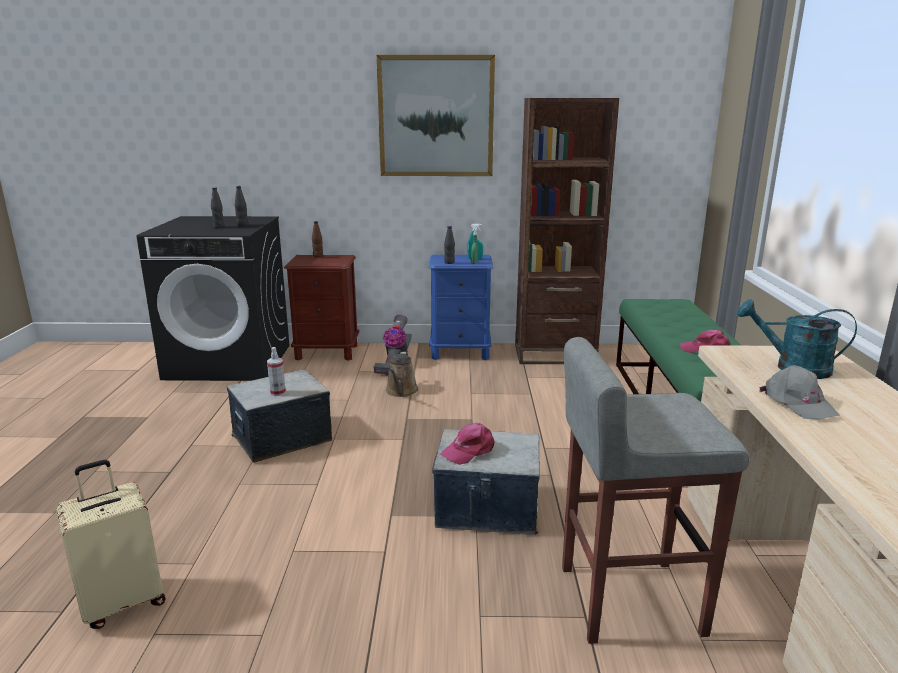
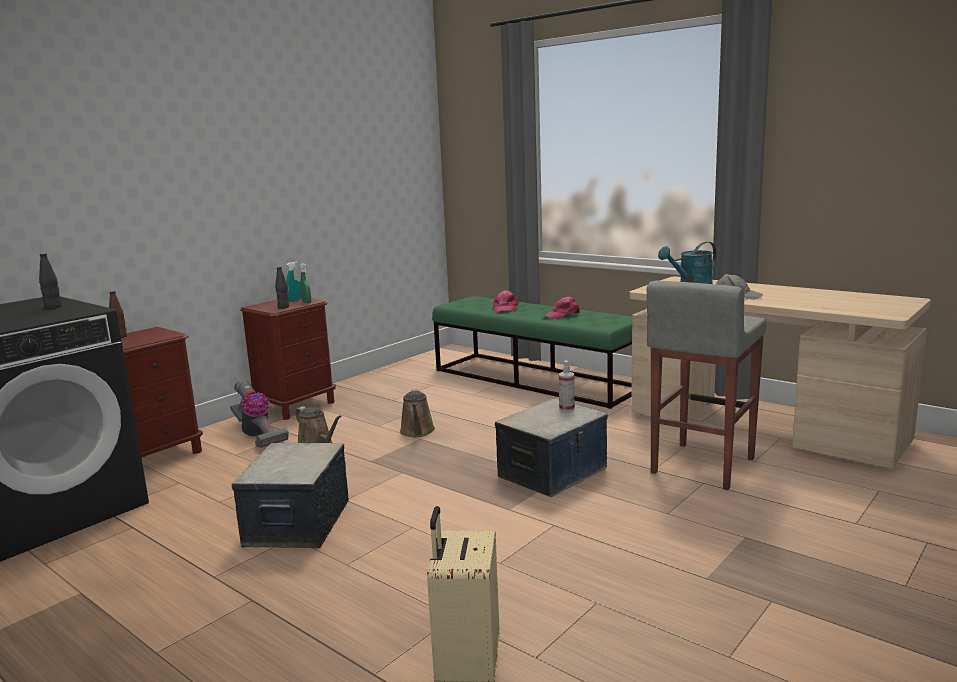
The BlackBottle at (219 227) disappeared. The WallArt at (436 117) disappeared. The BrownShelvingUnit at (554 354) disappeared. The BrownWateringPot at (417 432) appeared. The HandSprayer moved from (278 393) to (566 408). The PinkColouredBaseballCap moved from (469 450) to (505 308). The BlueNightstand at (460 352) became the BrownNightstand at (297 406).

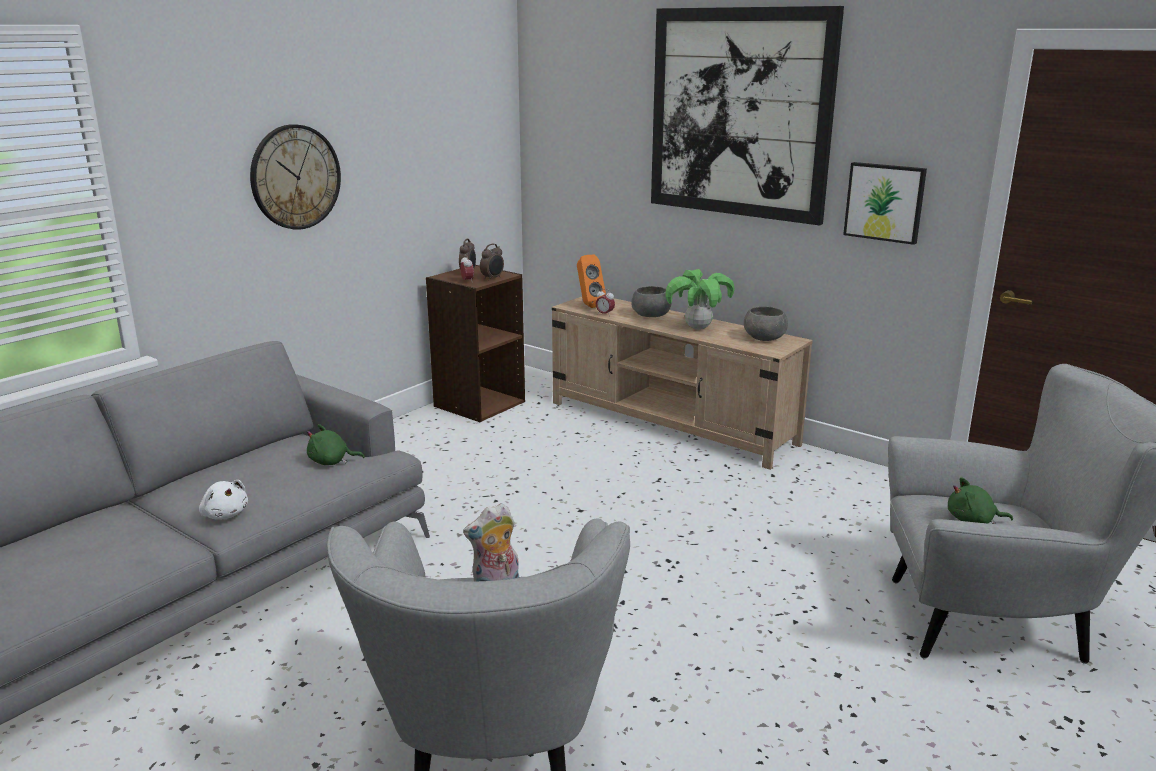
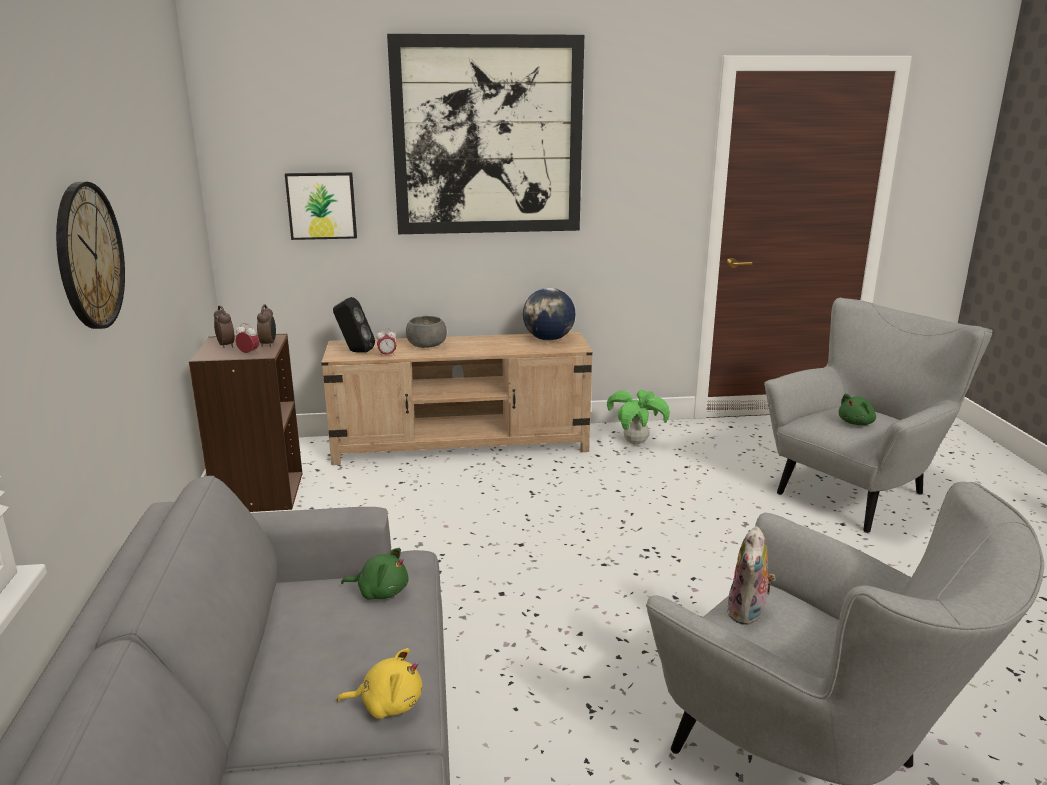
The Houseplant moved from (697 328) to (635 442). The WallArt moved from (885 202) to (322 205). The GrayBowl at (764 338) was replaced by the WorldGlobe at (549 339). The WhiteColouredPlushToy at (225 514) became the YellowColouredPlushToy at (387 704). The OrangeColouredLoudspeaker at (588 305) became the BlackLoudspeaker at (354 351). The GreenColouredPlushToy at (331 462) turned 120 degrees counterclockwise.

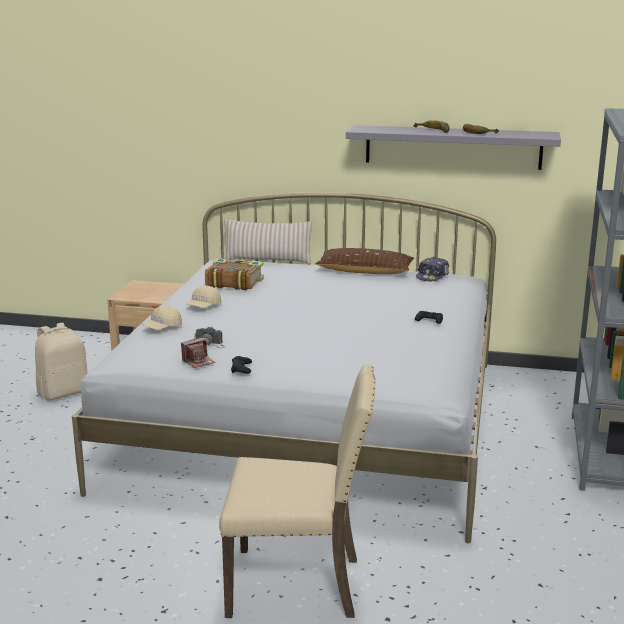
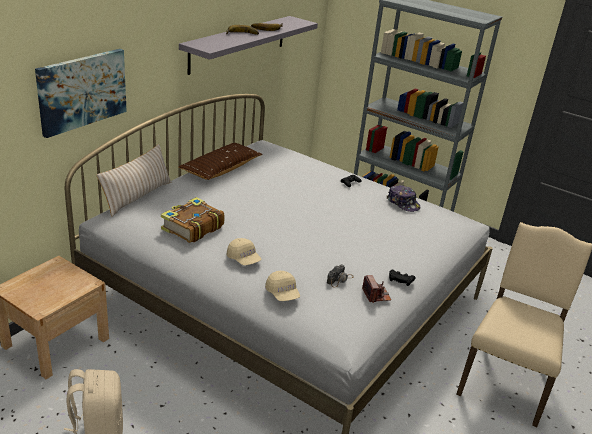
The WallArt at (82 91) appeared. The BaseballCap moved from (432 276) to (403 203).

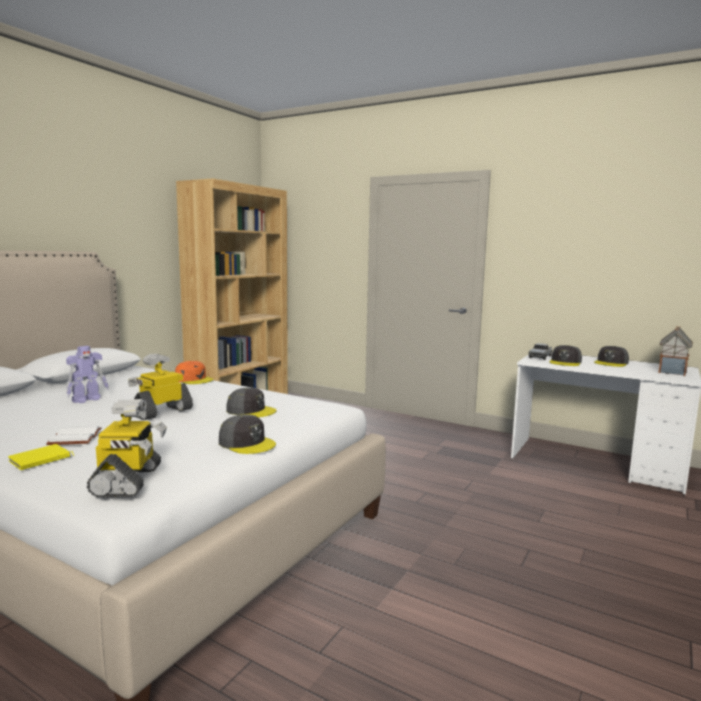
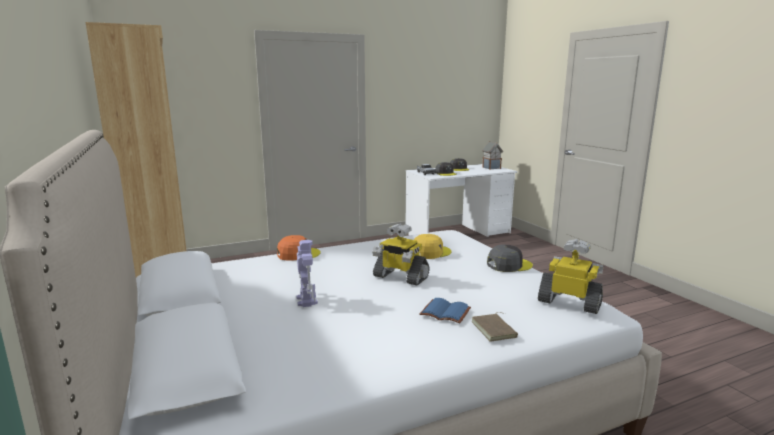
The YellowColouredBook at (40 460) became the BrownBook at (495 329). The WhiteColouredBook at (74 437) became the BlueBook at (444 313). The GrayBaseballCap at (251 410) became the YellowColouredBaseballCap at (430 252). The ToyRobot at (161 412) turned 45 degrees counterclockwise.

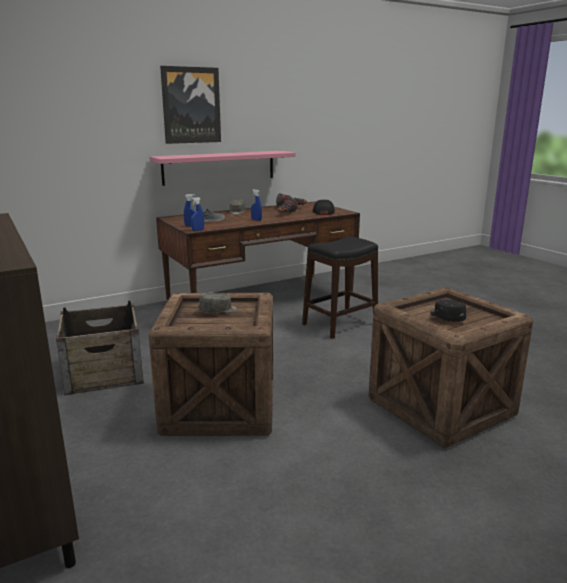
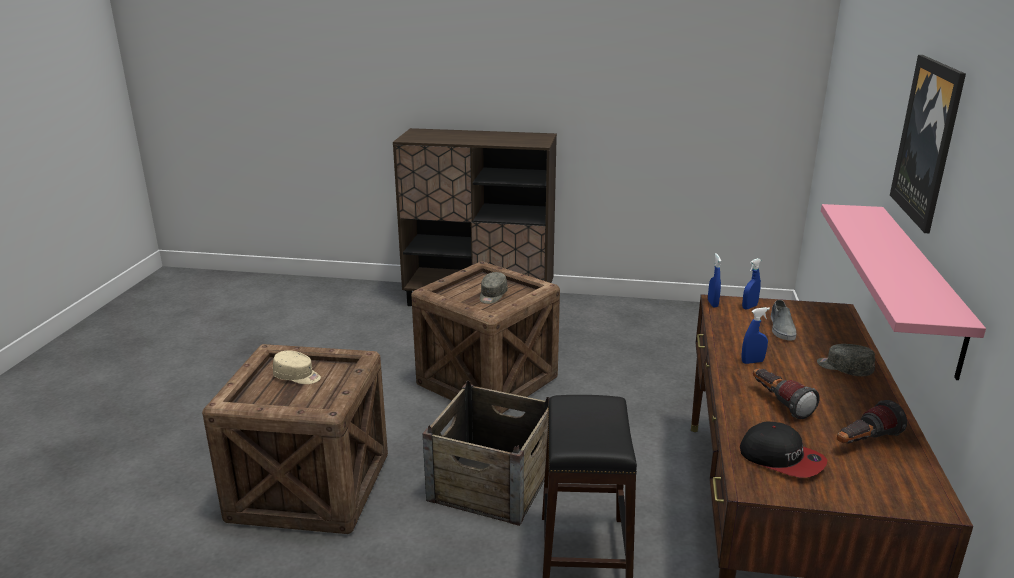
The PackingCrate moved from (104 372) to (492 482). The BlackBaseballCap at (446 318) became the BeigeColouredBaseballCap at (297 377).

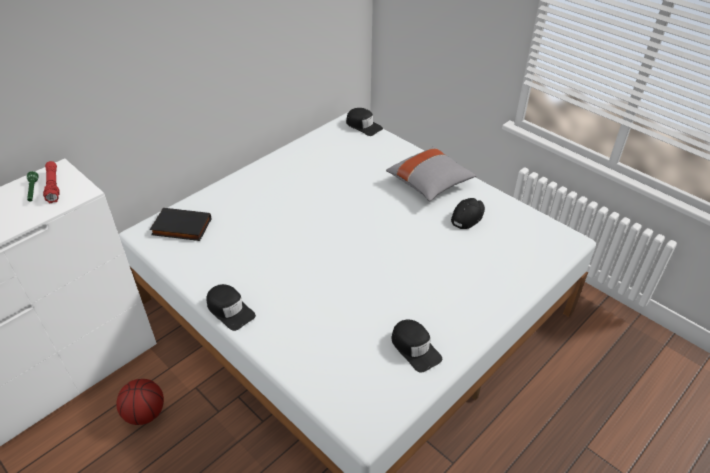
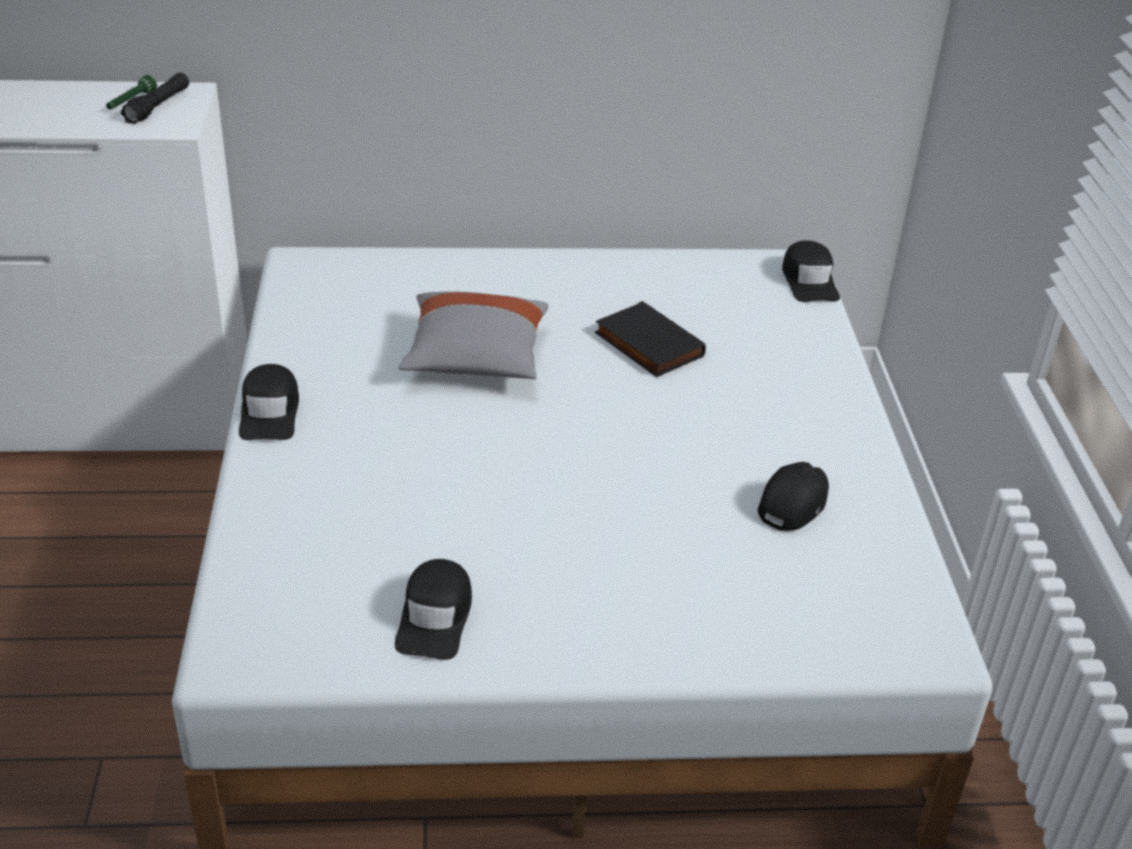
The Basketball at (145 413) disappeared. The BlackBook moved from (181 227) to (646 345). The GrayCushion moved from (430 183) to (475 359). The ReddishFlashlight at (53 186) became the BlackFlashlight at (158 106). The BlackBaseballCap at (467 216) turned 45 degrees counterclockwise.

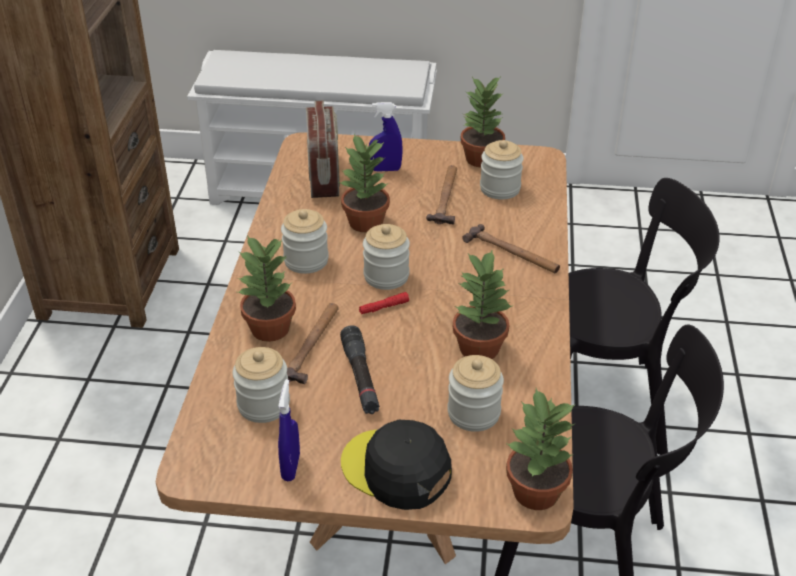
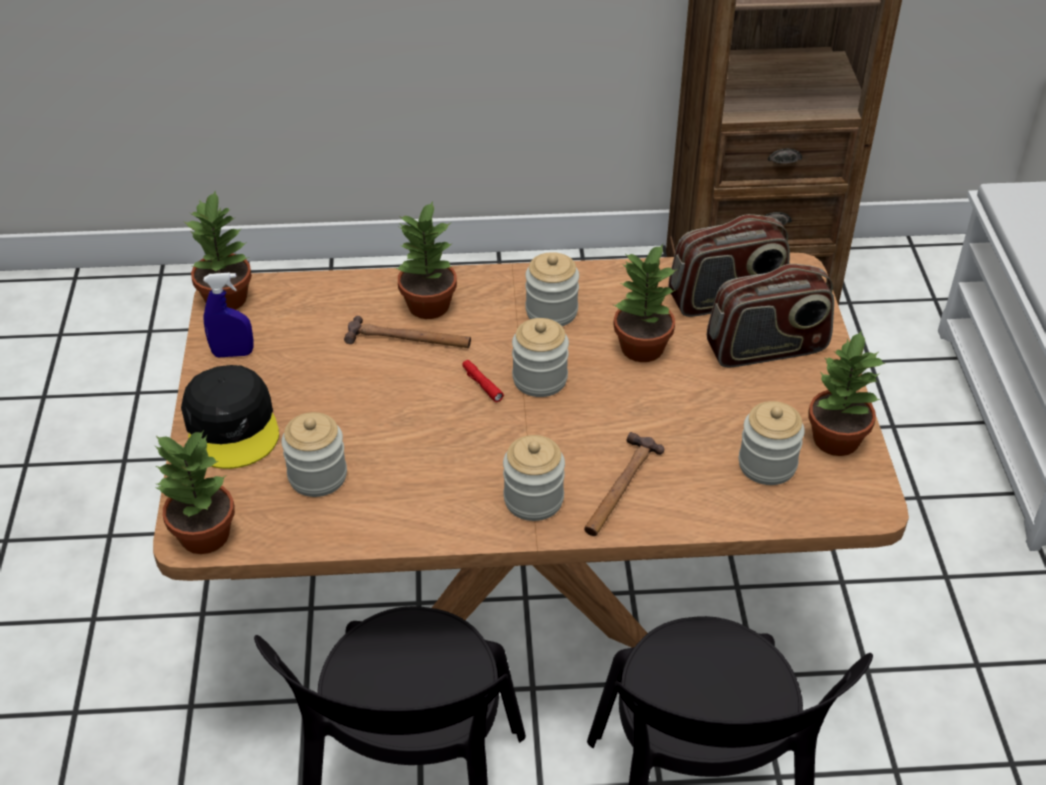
The BlackFlashlight at (360 377) disappeared. The ToolHammer at (446 197) disappeared. The StorageJar moved from (263 405) to (533 499). The Houseplant moved from (479 347) to (227 298). The BlueHandSprayer at (385 169) was replaced by the Radio at (767 349). The BlackBaseballCap at (396 470) turned 135 degrees clockwise.

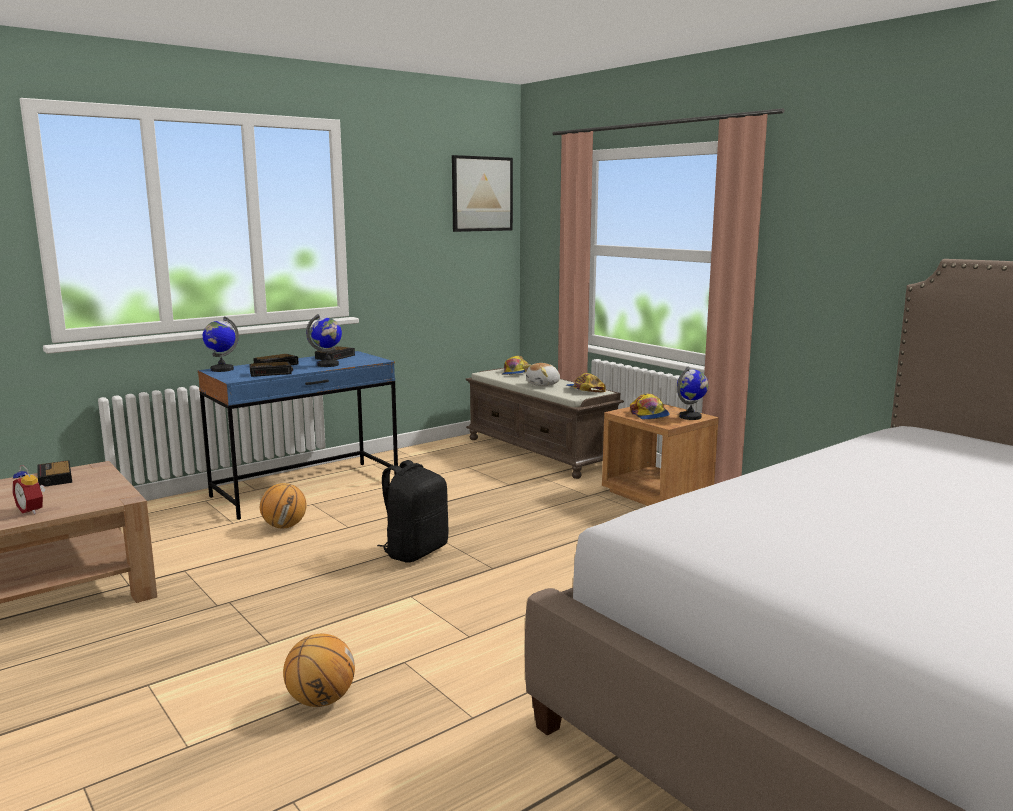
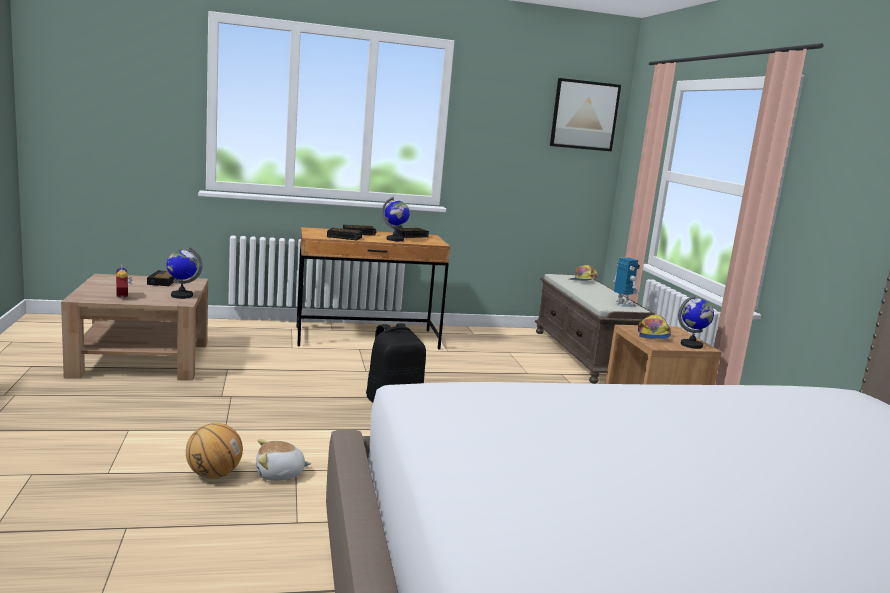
The Basketball at (285 526) disappeared. The WorldGlobe moved from (221 369) to (181 295). The PlushToy moved from (543 384) to (280 474). The BaseballCap at (584 390) was replaced by the ToyRobot at (623 304). The BlueDeskUnit at (306 489) became the BrownDeskUnit at (367 338).

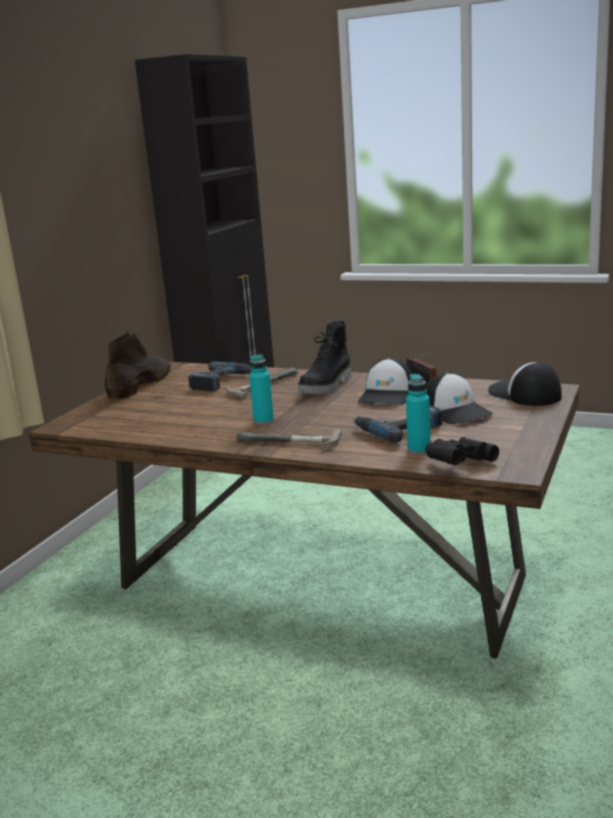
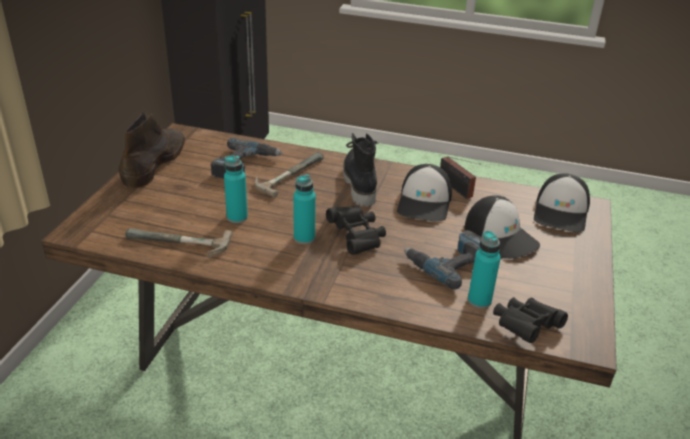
The TurquoiseColouredBottle at (237 217) appeared. The BlackBinoculars at (357 238) appeared. The ToolHammer moved from (287 444) to (177 245). The BlackHighTopBoot at (327 386) turned 150 degrees clockwise. The BaseballCap at (524 394) turned 120 degrees counterclockwise.

